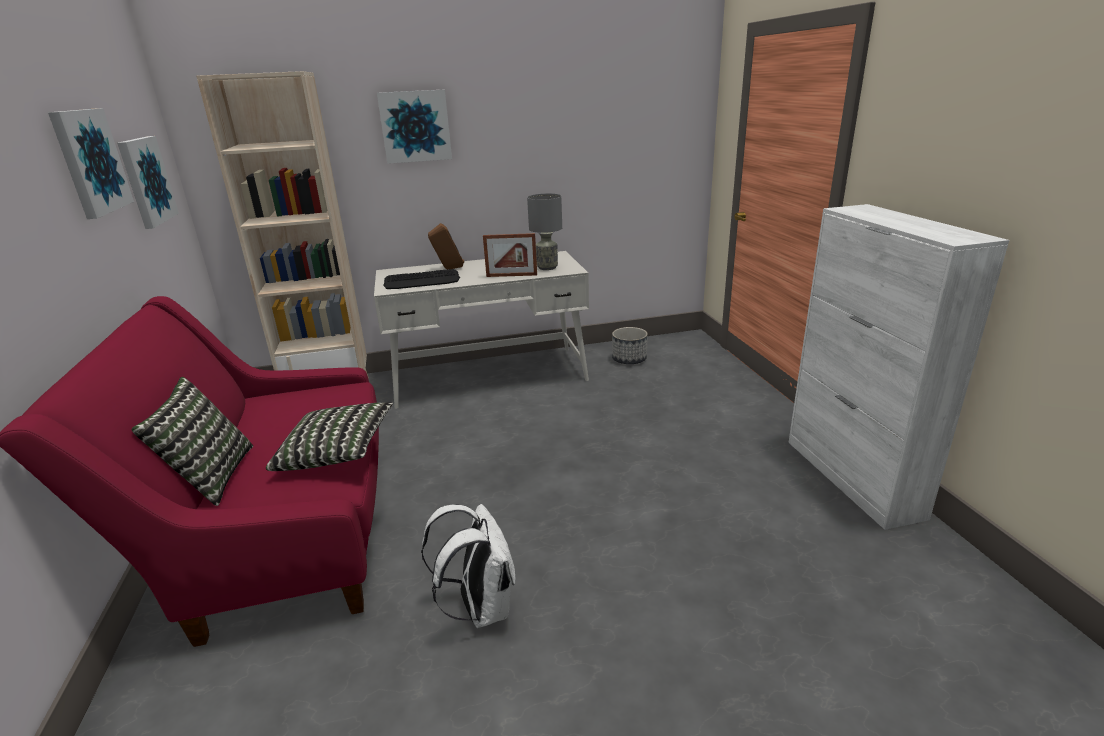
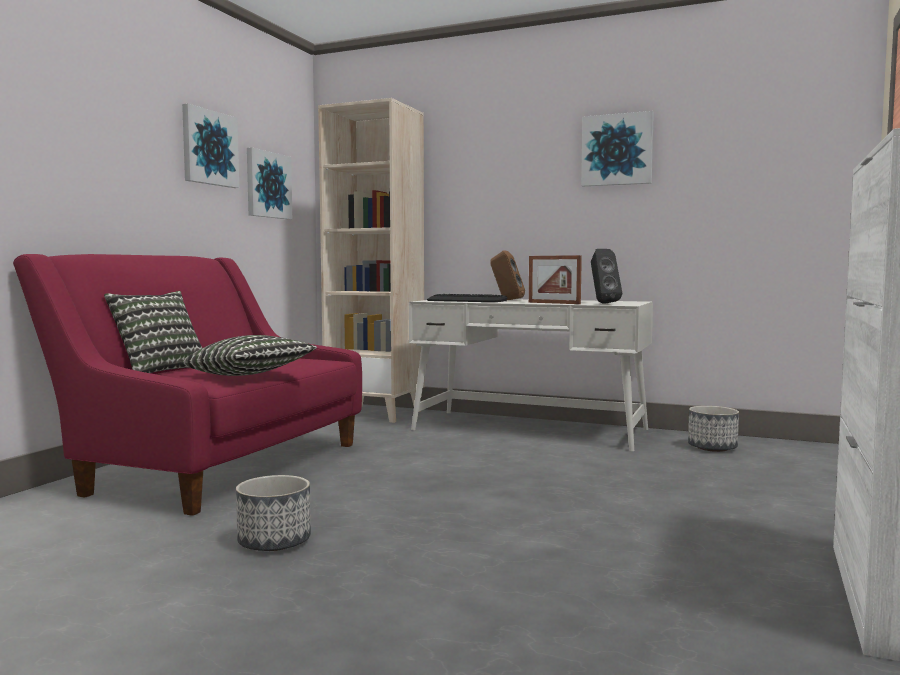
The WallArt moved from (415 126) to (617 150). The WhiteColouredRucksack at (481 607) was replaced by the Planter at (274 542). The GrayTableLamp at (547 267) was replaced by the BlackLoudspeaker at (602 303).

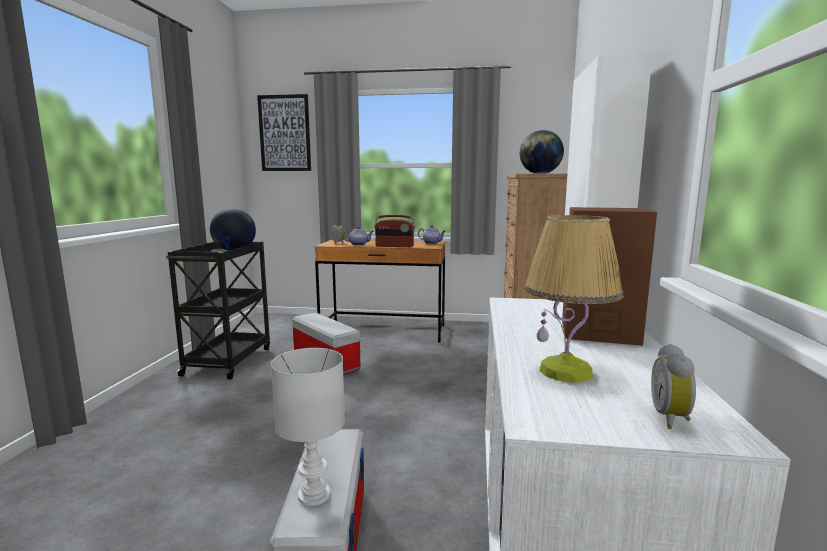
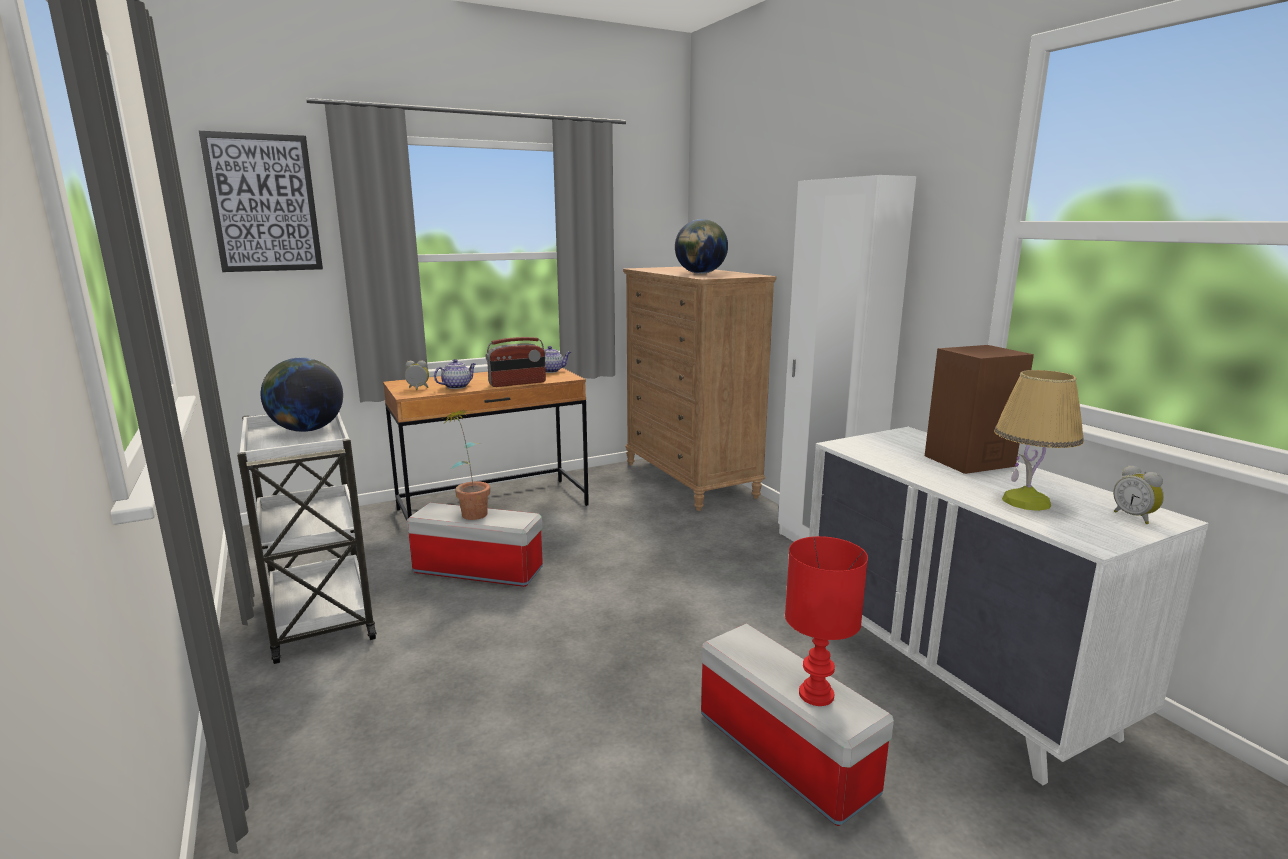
The Houseplant at (471 512) appeared. The BlackWheeledCart at (229 360) became the WhiteColouredWheeledCart at (320 614). The WhiteColouredTableLamp at (312 496) became the ReddishTableLamp at (816 696).

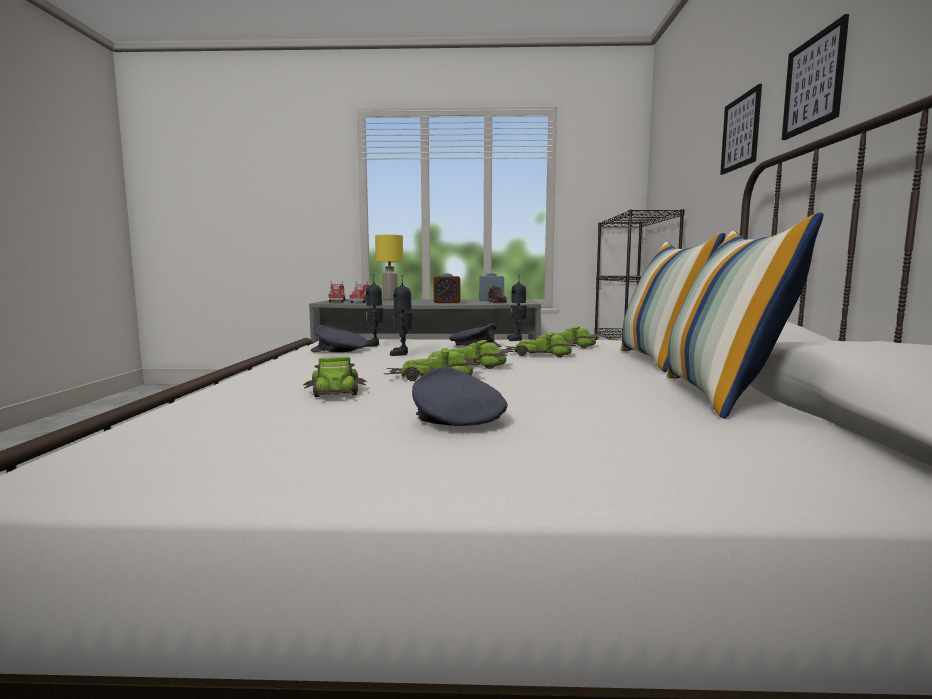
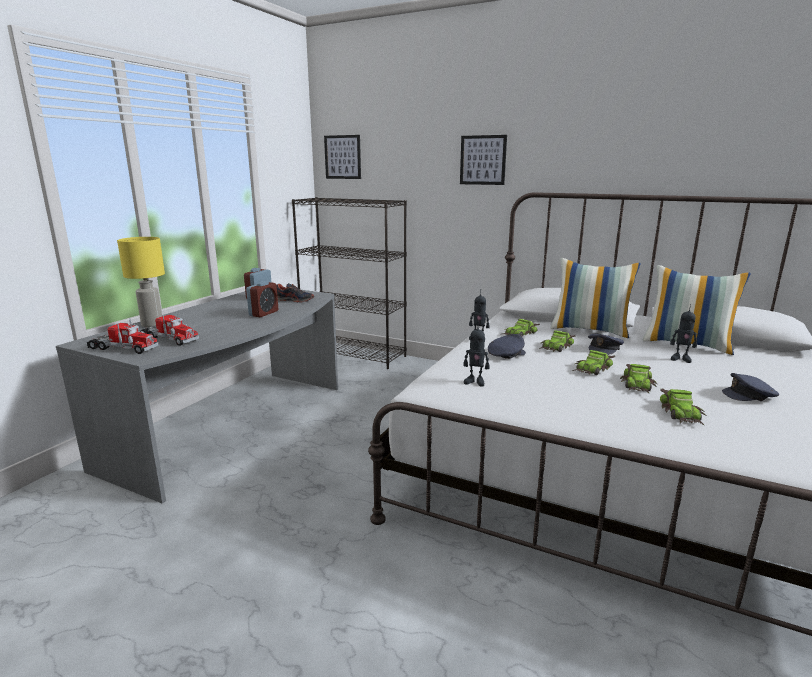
The GrayBaseballCap moved from (339 351) to (604 348). The ToyRobot moved from (402 354) to (680 359). The WallArt moved from (813 83) to (343 157). The ToyCar at (336 390) turned 90 degrees clockwise.

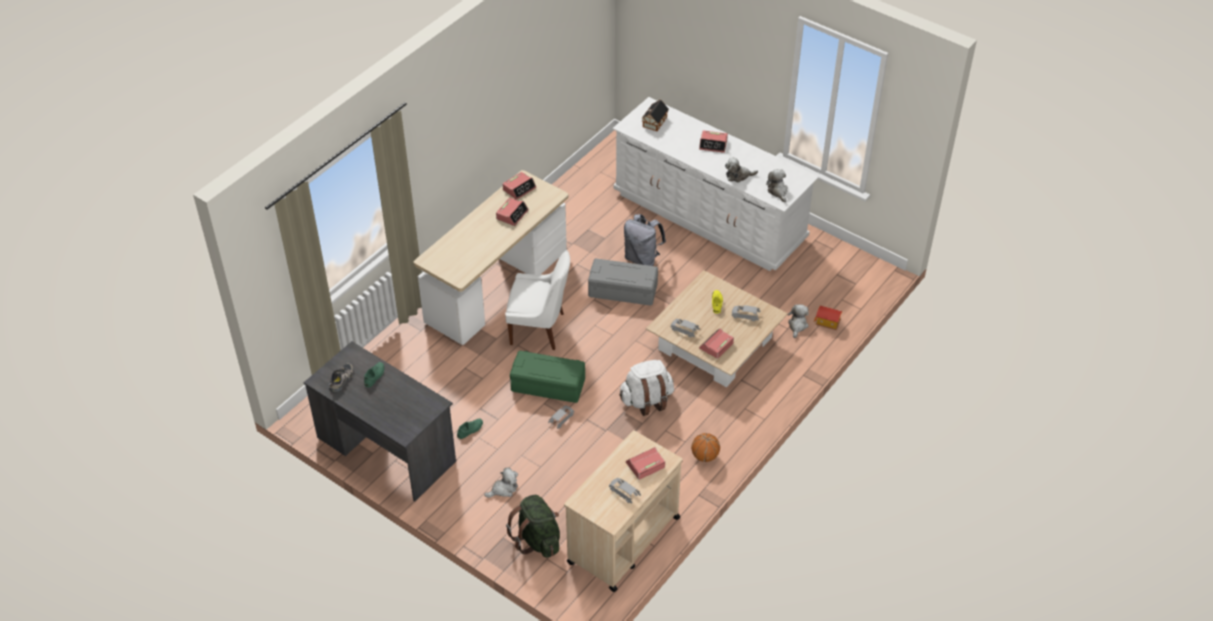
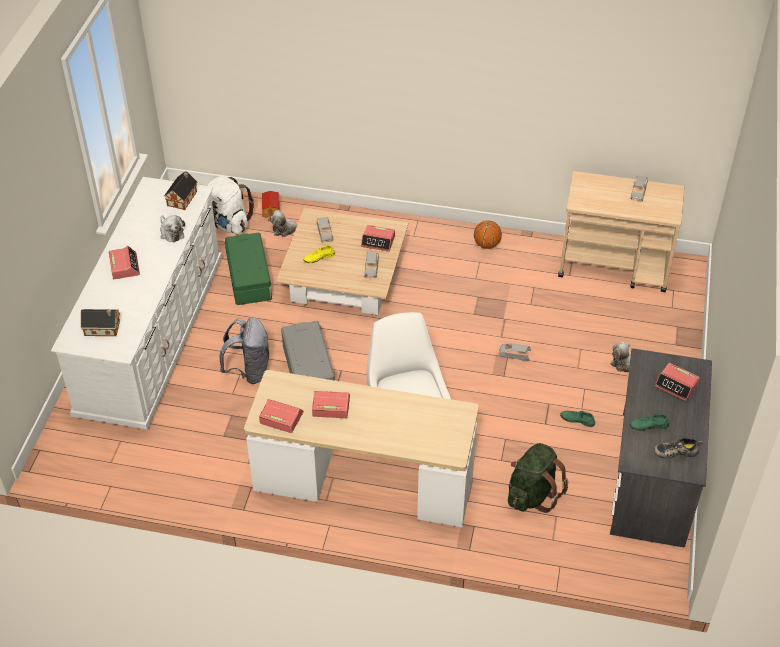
The GreenColouredRucksack moved from (537 539) to (532 494). The GreenColouredStorageContainer moved from (547 385) to (250 278). The WhiteColouredRucksack moved from (646 400) to (228 224). The AlarmClock moved from (645 465) to (676 385). The PlushToy at (778 191) was replaced by the ModelHouse at (183 198).

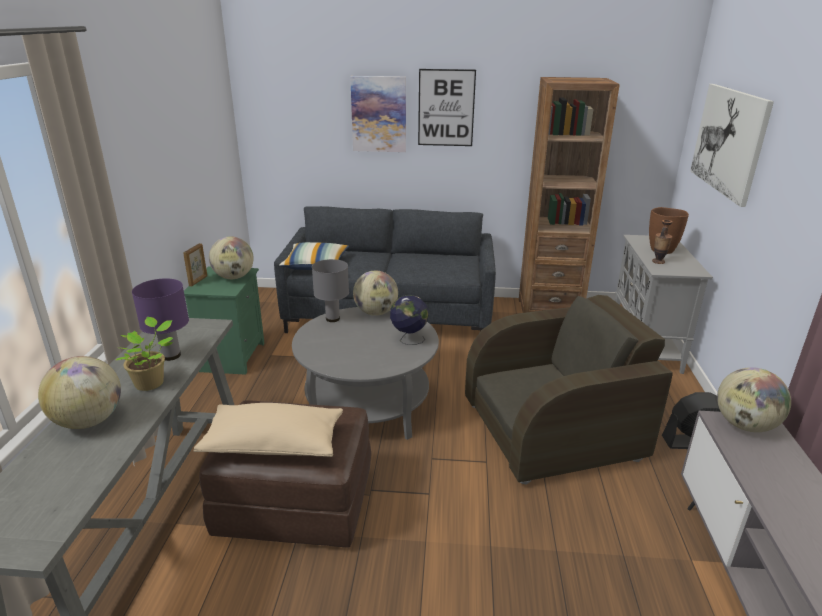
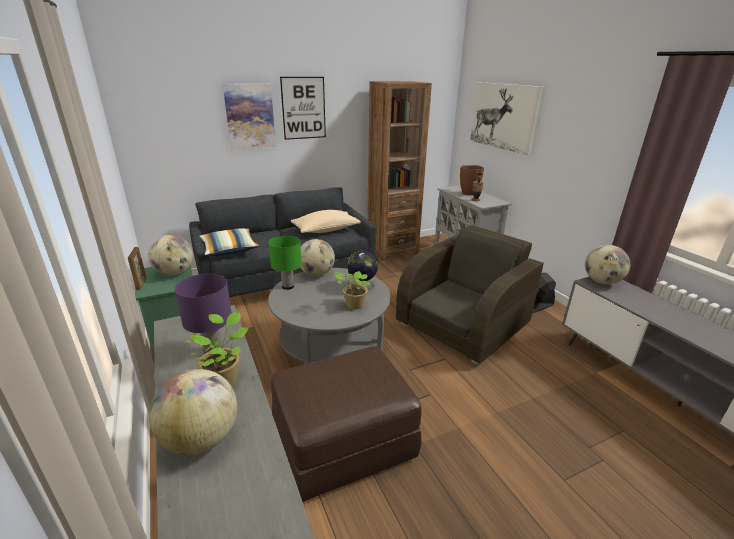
The Houseplant at (353 305) appeared. The BeigeColouredCushion moved from (274 445) to (326 230). The GrayTableLamp at (333 318) became the GreenColouredTableLamp at (288 286).

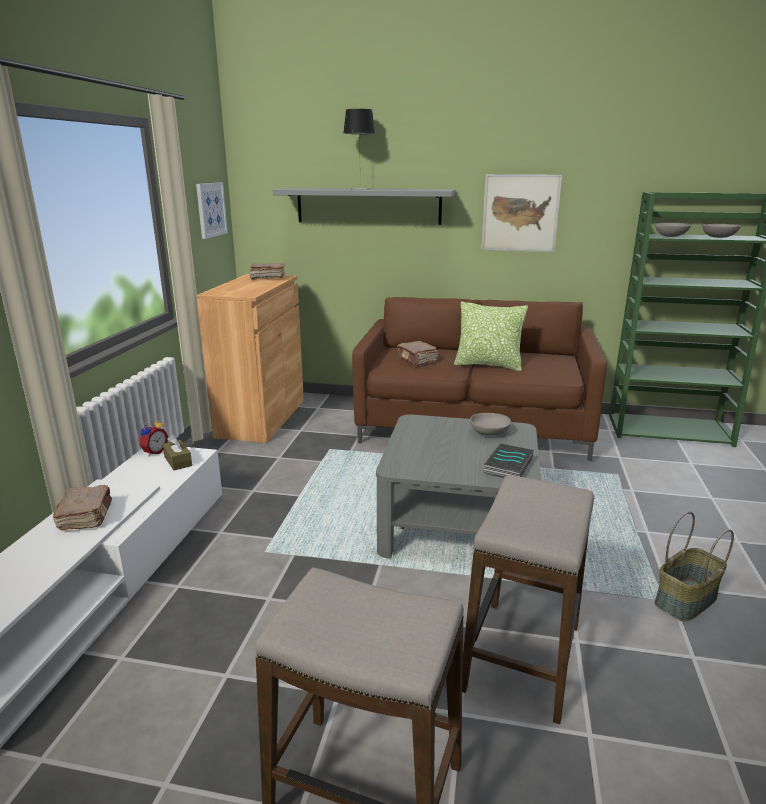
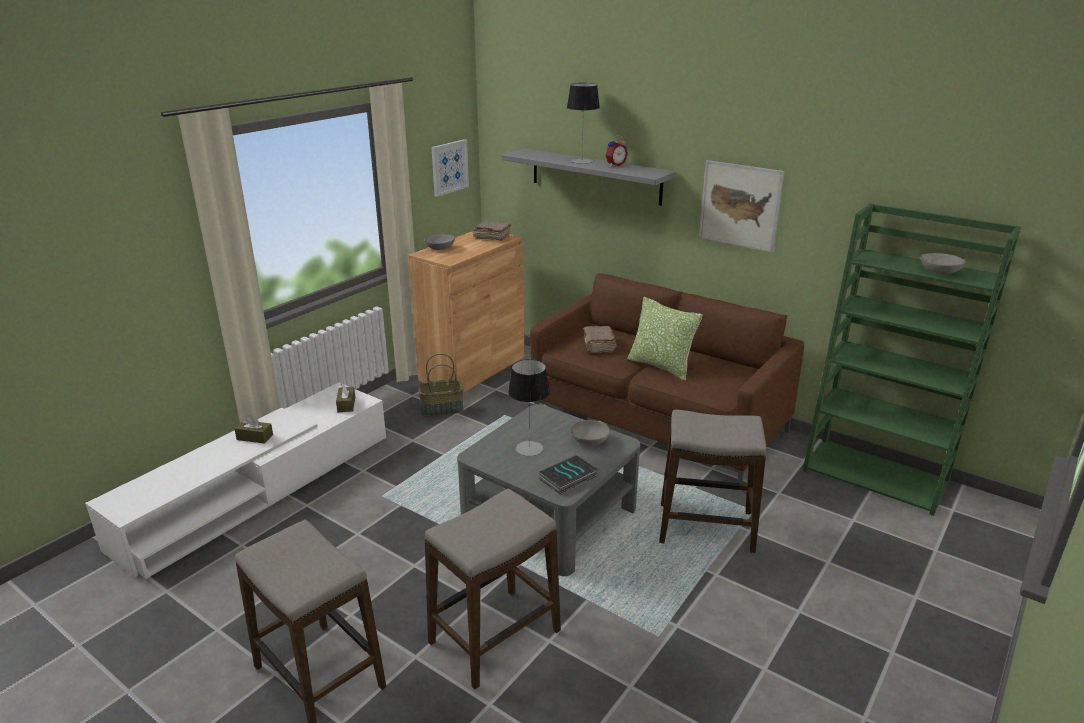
The TableLamp at (529 448) appeared. The StoolSeat at (705 527) appeared. The AlarmClock moved from (154 452) to (615 165). The GrayBowl moved from (671 236) to (440 249). The HouseholdBasket moved from (686 601) to (441 409). The BrownBook at (86 516) was replaced by the BrownBoxOfTissues at (255 437).

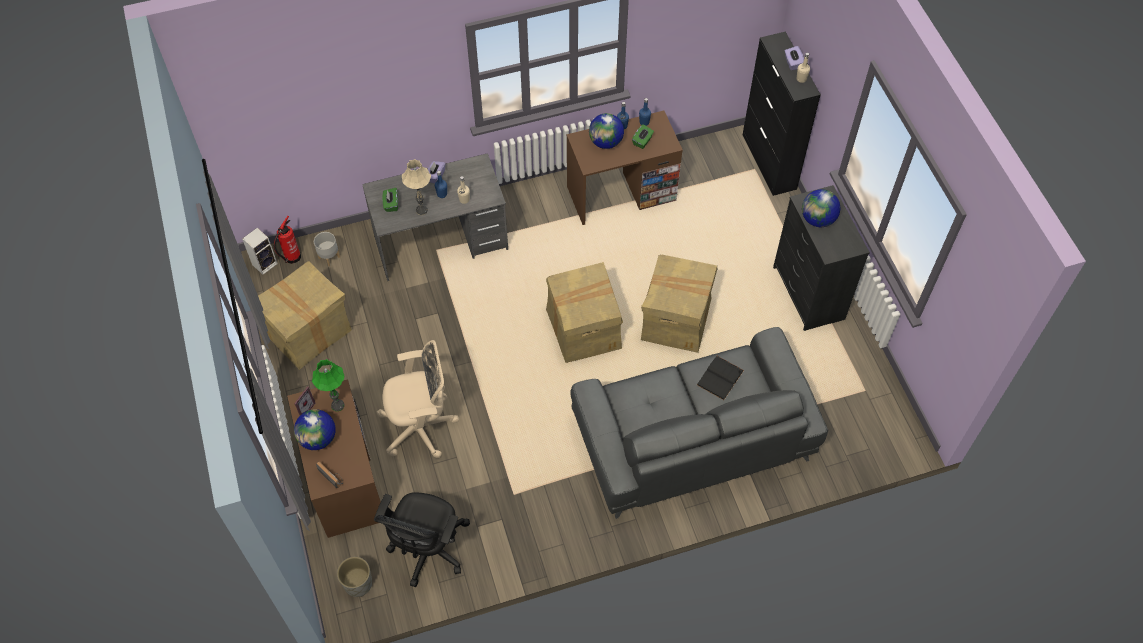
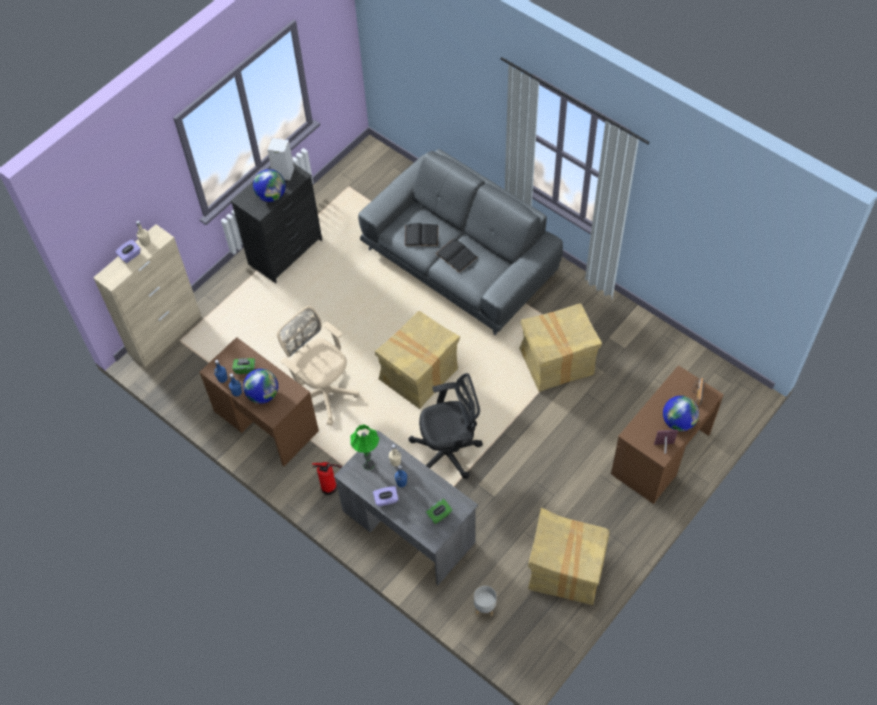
The GrayPlanter at (357 583) disappeared. The BeigeColouredTableLamp at (421 210) disappeared. The BlackBook at (456 255) appeared. The Loudspeaker moved from (265 263) to (282 173). The Extinguisher moved from (291 258) to (330 487). The GreenColouredTableLamp moved from (337 405) to (368 464). The BlackDeskChair moved from (428 551) to (449 452). The BeigeColouredDeskChair moved from (421 428) to (323 391). The PackingBox moved from (675 320) to (557 362). The BlackCabinet at (769 162) became the BeigeColouredCabinet at (165 334).

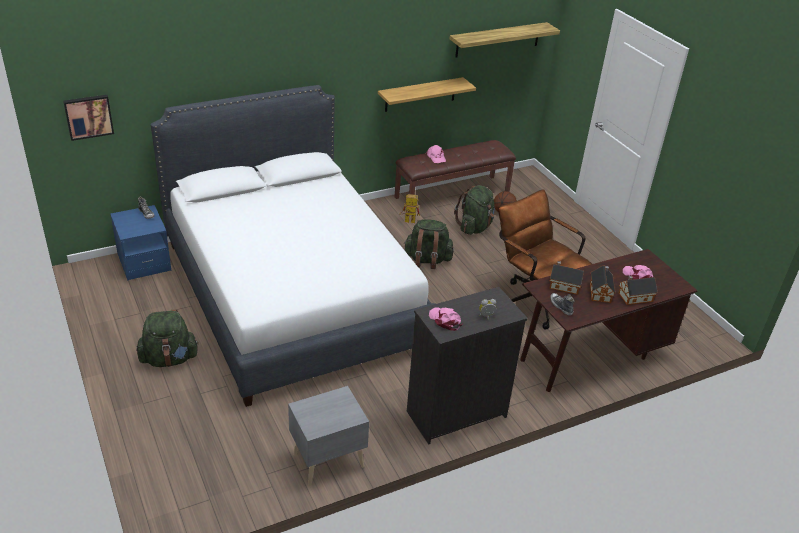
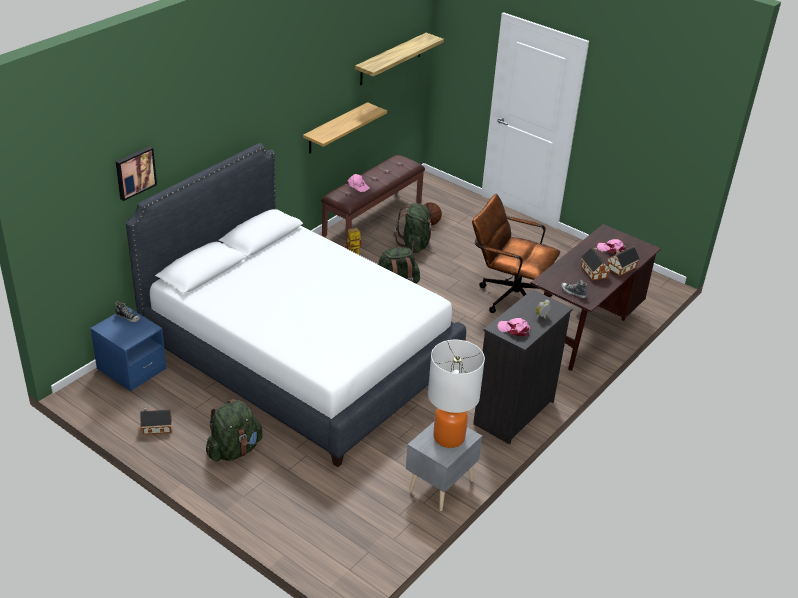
The TableLamp at (449 437) appeared. The WallArt moved from (88 116) to (135 172). The ModelHouse moved from (563 285) to (156 427).

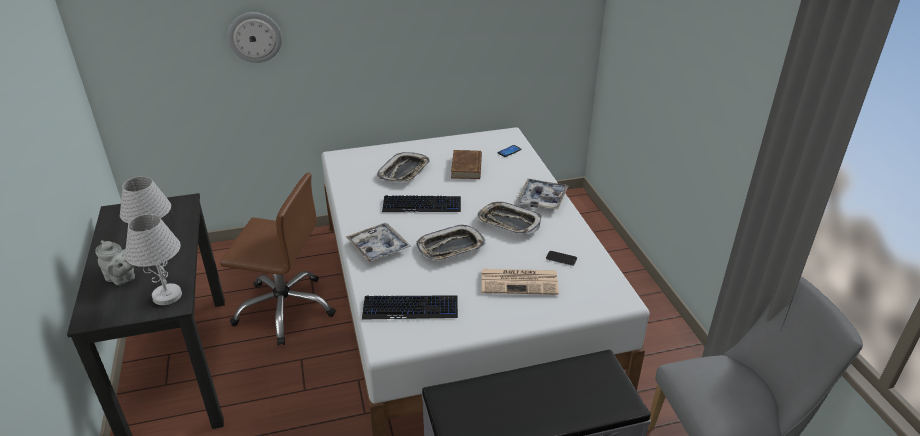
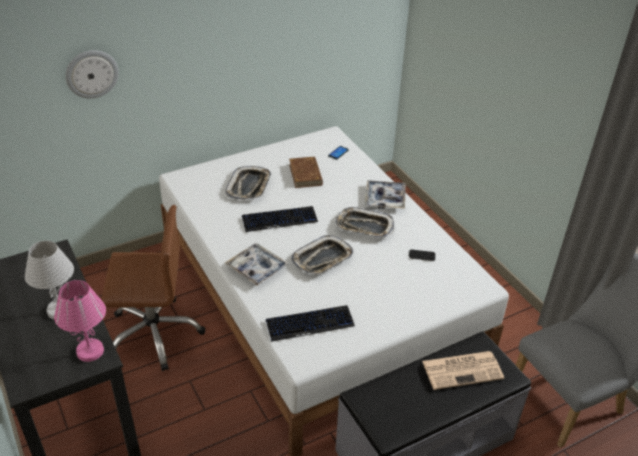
The GrayTeapot at (122 278) disappeared. The DailyPaper moved from (520 282) to (463 369). The WhiteColouredTableLamp at (167 296) became the PinkColouredTableLamp at (90 351).

